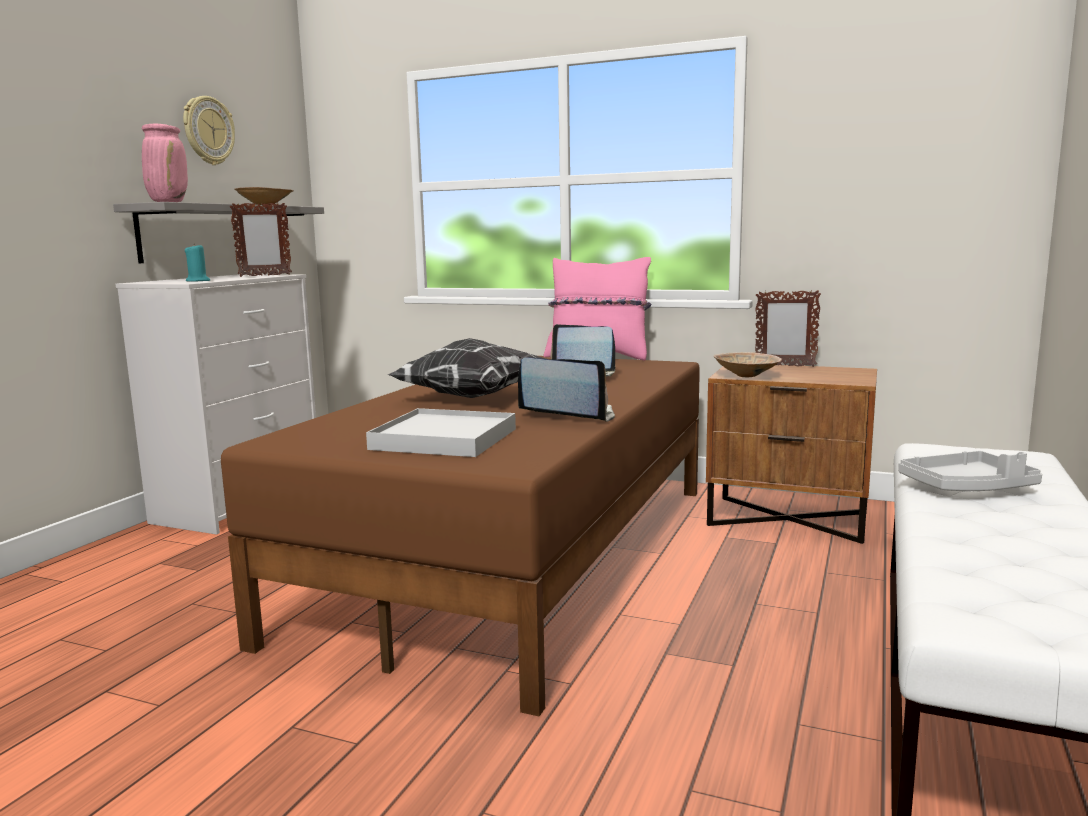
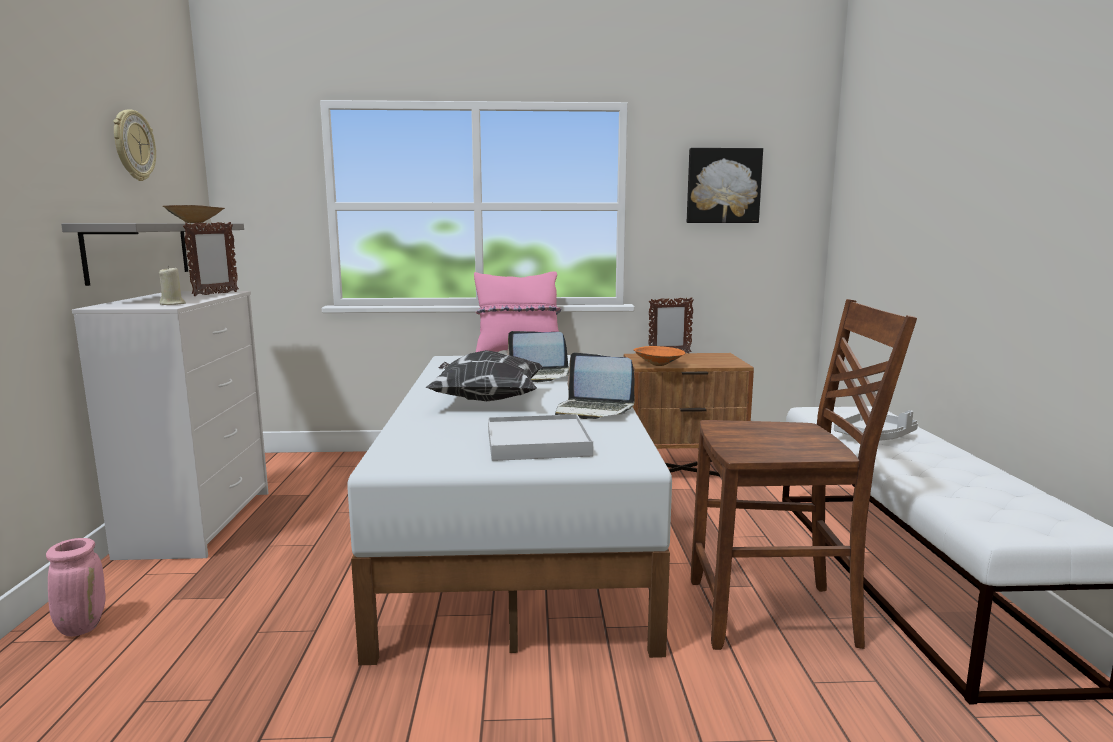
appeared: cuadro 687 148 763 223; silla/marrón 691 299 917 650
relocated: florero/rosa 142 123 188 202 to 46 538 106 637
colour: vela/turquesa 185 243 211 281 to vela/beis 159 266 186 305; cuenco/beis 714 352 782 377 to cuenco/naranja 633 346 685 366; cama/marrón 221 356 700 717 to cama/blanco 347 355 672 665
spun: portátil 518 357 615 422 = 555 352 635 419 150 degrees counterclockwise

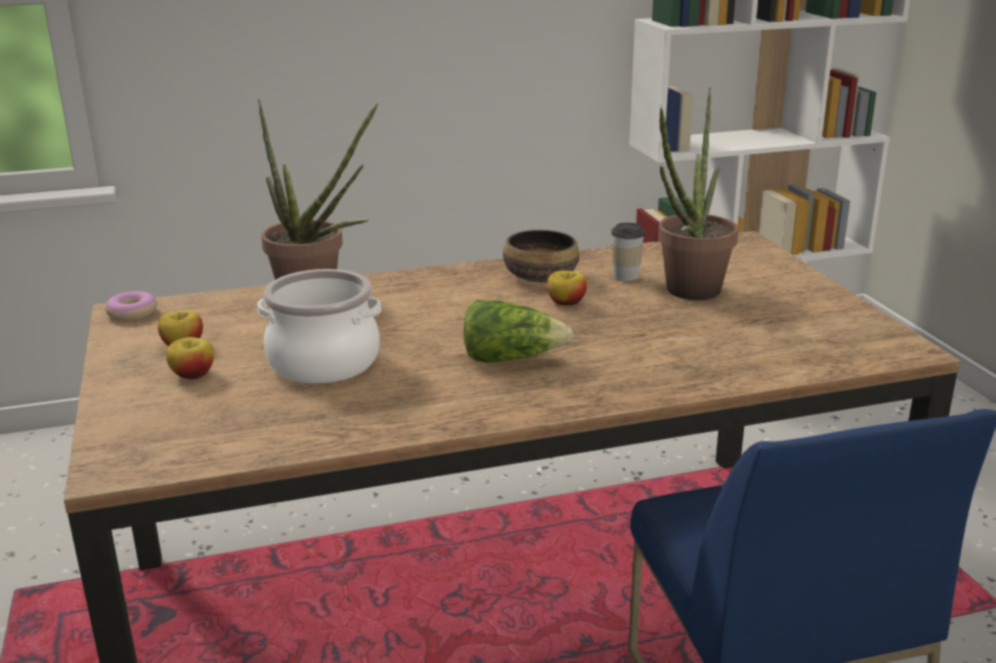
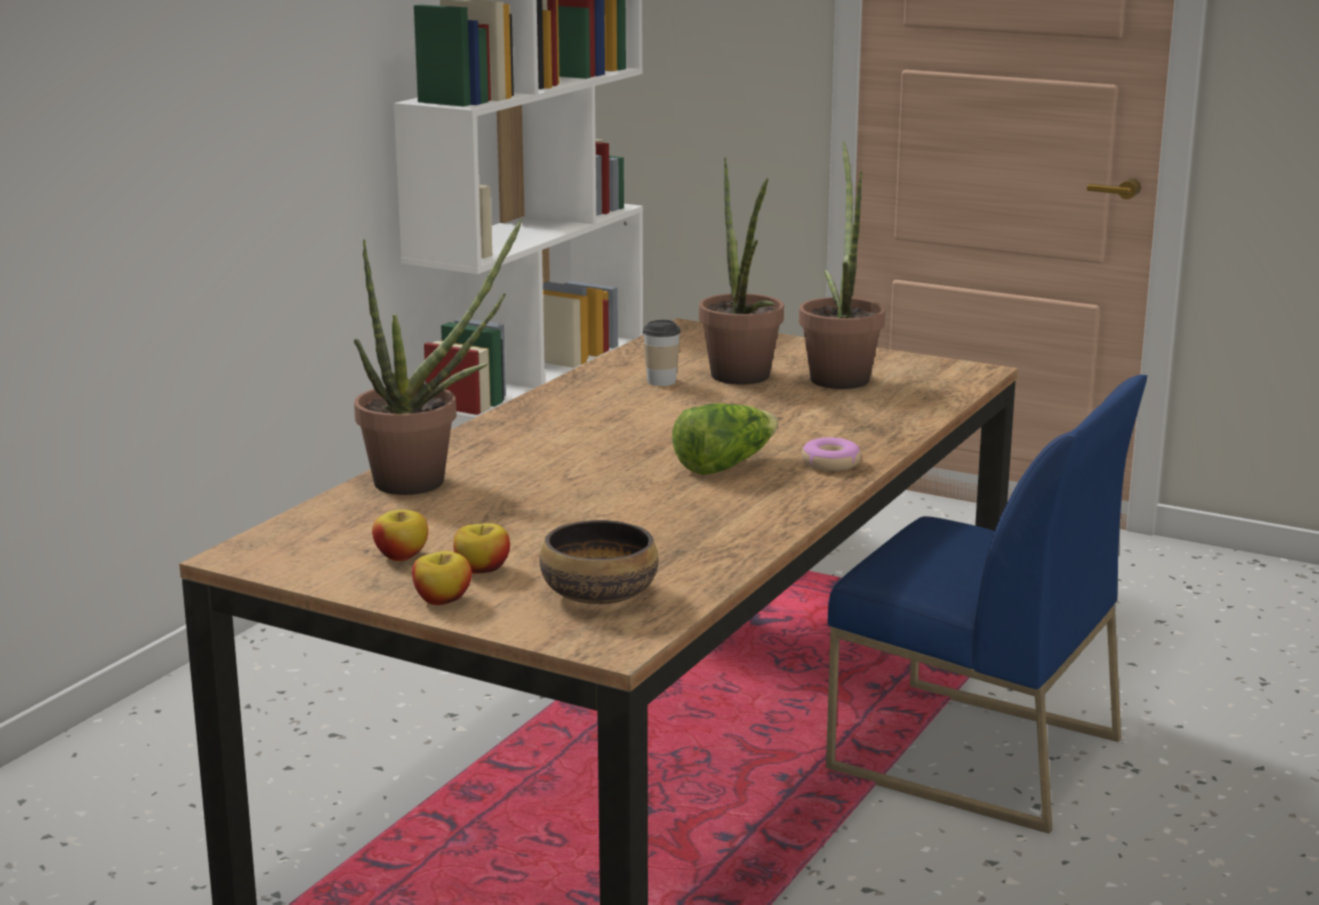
missing: olla 257 269 381 383
appeared: planta en maceta 799 141 885 389
relocated: cuenco 503 230 579 282 to 539 520 658 604; manzana 547 271 587 305 to 412 551 472 605; rosquilla 105 291 158 321 to 801 437 861 471

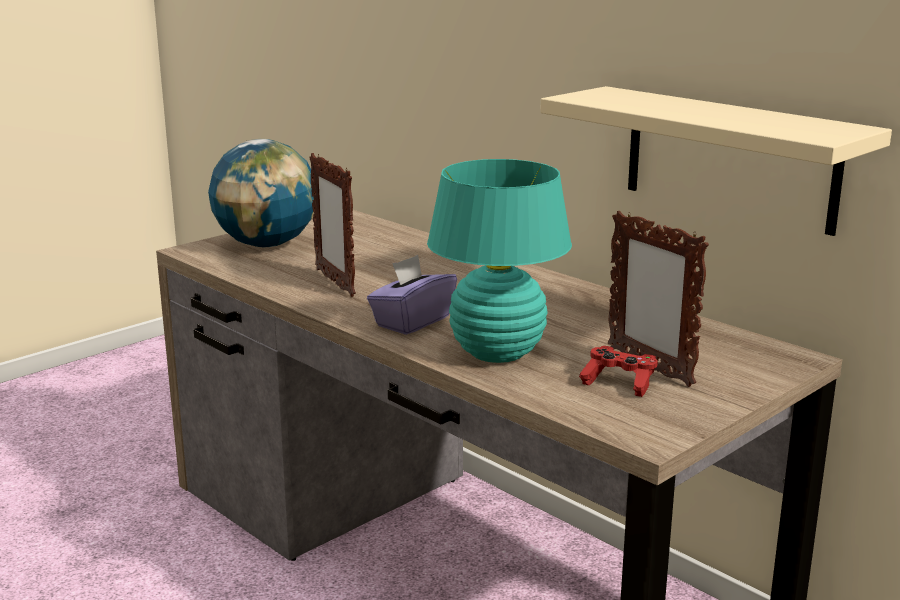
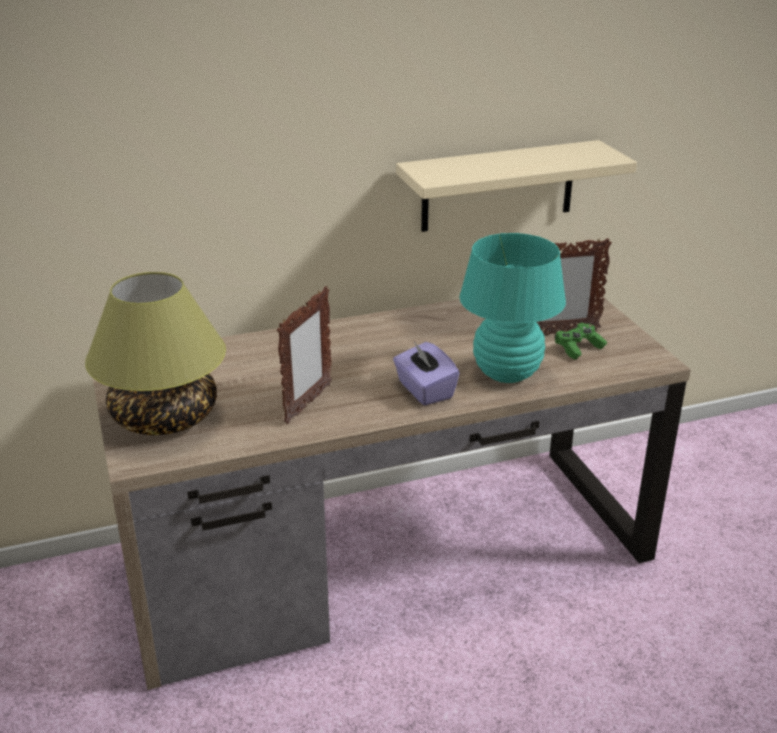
exchanged: globo terráqueo 208 139 314 247 to lámpara de mesa 85 272 226 435
colour: mando de consola/rojo 579 346 658 397 to mando de consola/verde 555 323 607 360
spun: portarretratos 309 153 356 297 = 277 286 332 424 60 degrees counterclockwise

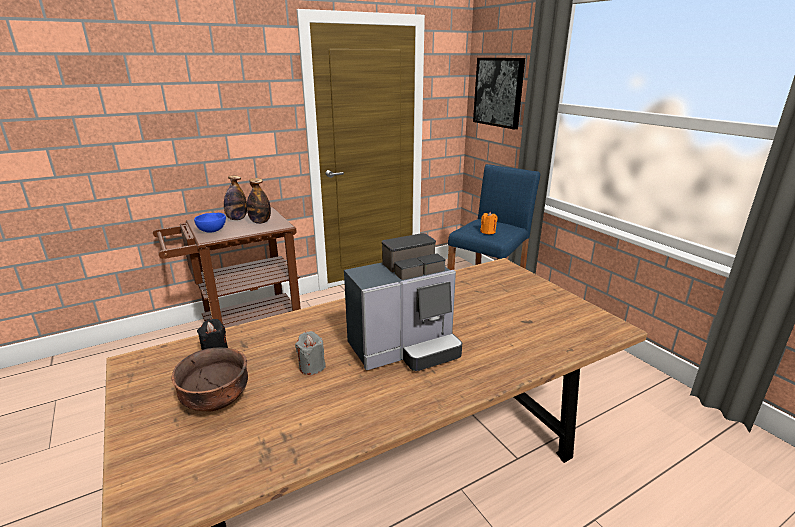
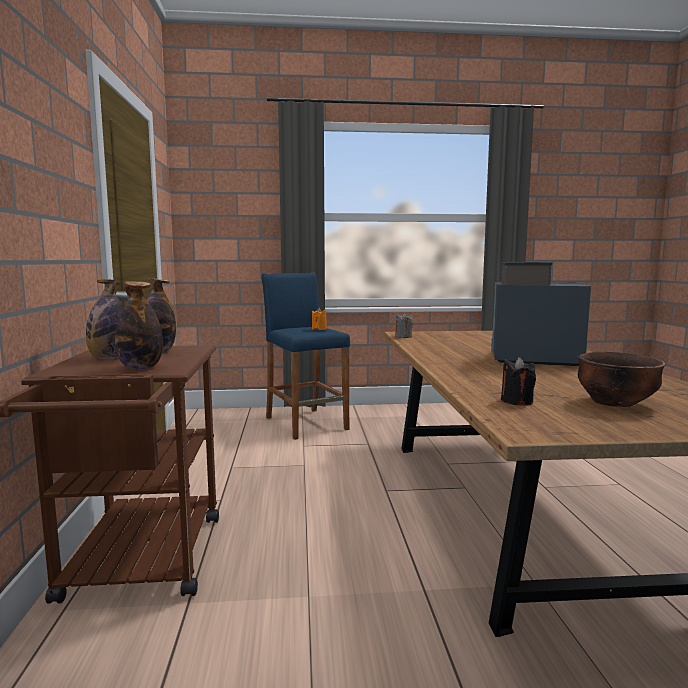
missing: cuadro 473 58 525 129
relocated: vela/gris 295 331 326 375 to 395 312 413 338
exchanged: cuenco/azul 194 213 226 233 to botella 115 281 163 369
spun: cafetera 344 233 462 371 = 491 262 591 366 75 degrees counterclockwise

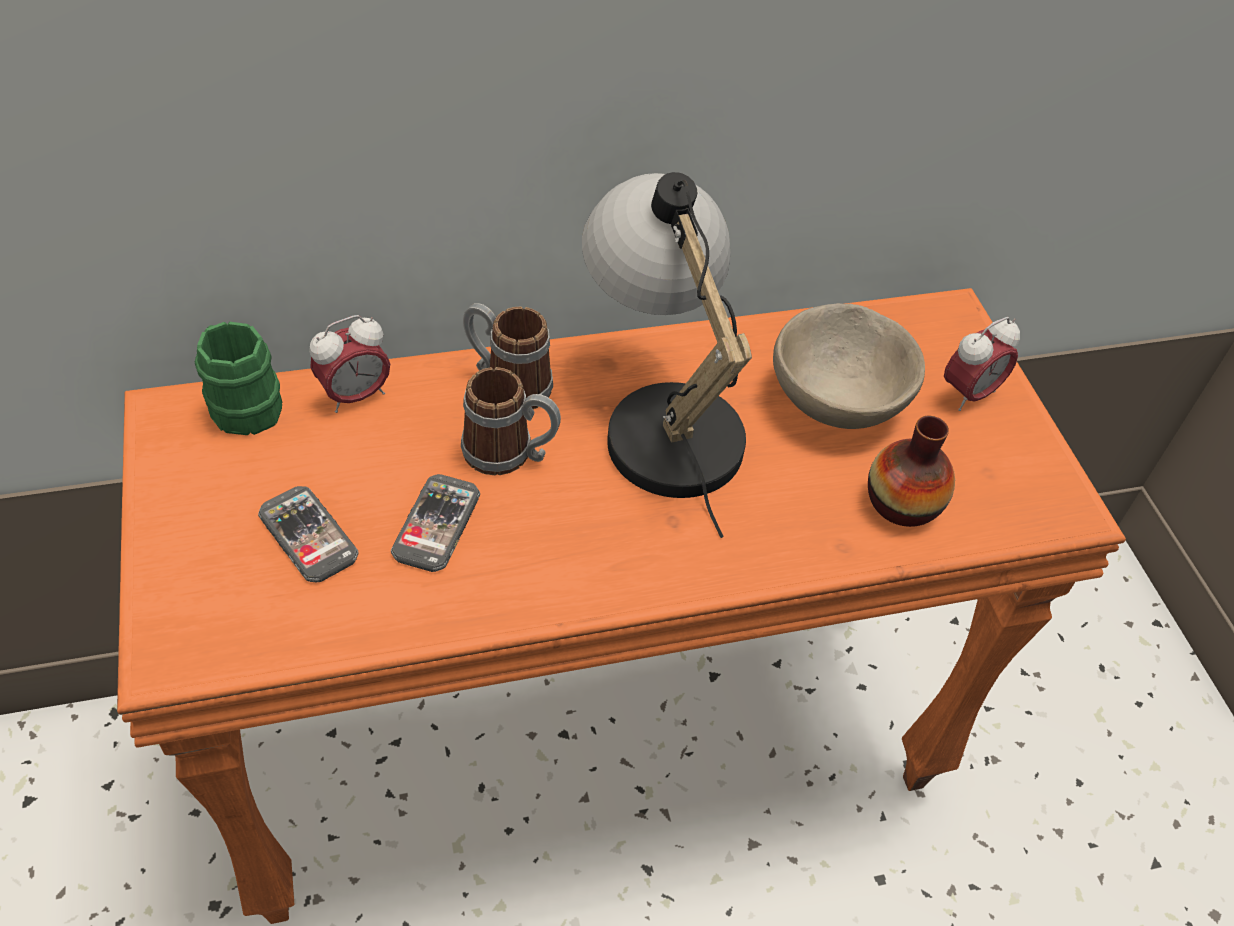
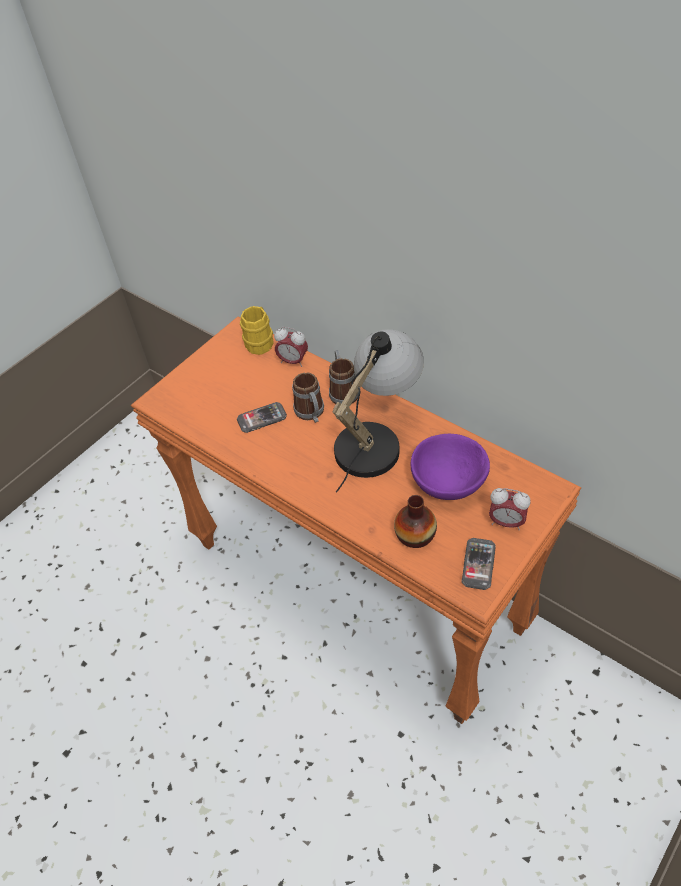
relocated: móvil 258 486 359 582 to 462 538 496 590
colour: cuenco/beis 773 303 925 429 to cuenco/morado 411 434 490 500; taza grande/verde 195 322 282 435 to taza grande/amarillo 240 306 274 355

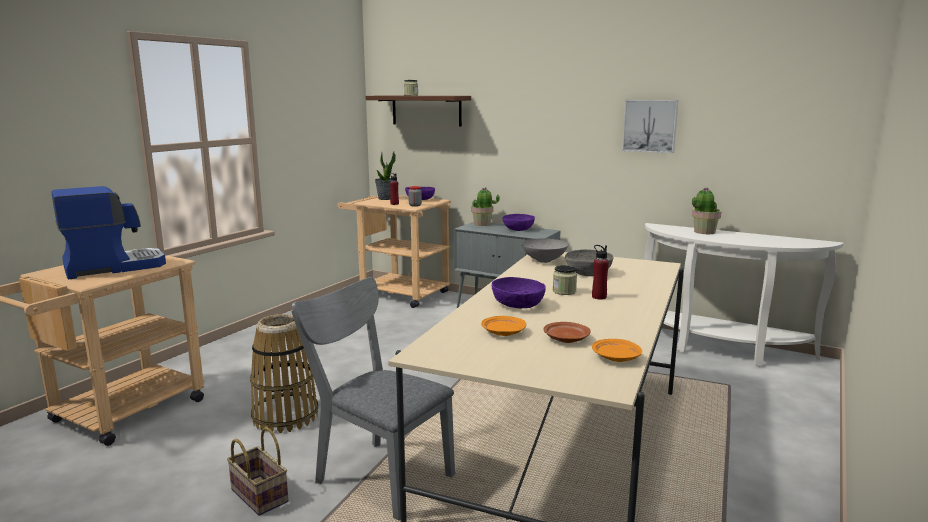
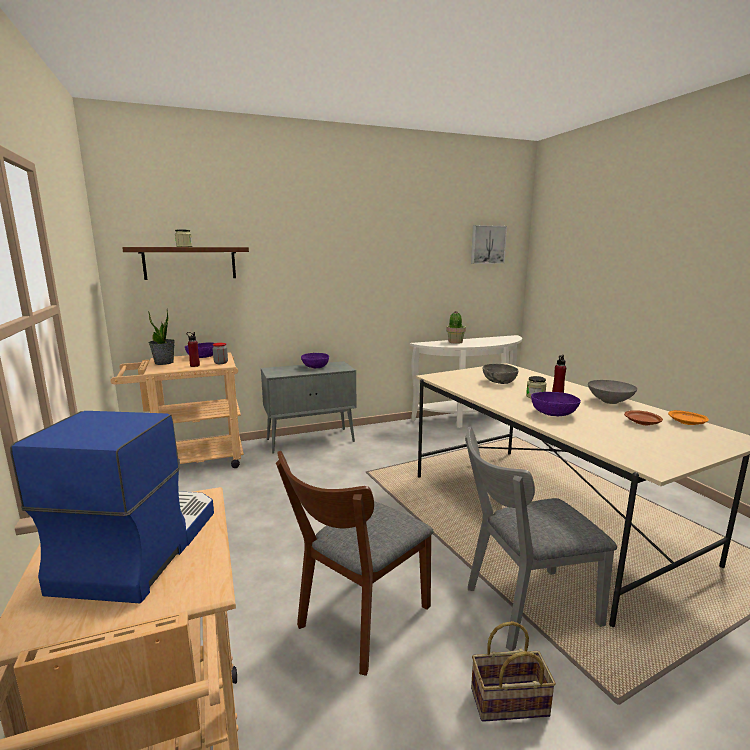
missing: planta en maceta 471 187 500 226; plato/naranja 481 316 526 336
relocated: cuadro 622 100 679 153 to 471 225 507 264; cuenco/gris 521 238 568 263 to 588 380 637 404
exchanged: cesta 250 314 318 433 to silla/marrón 276 451 433 676

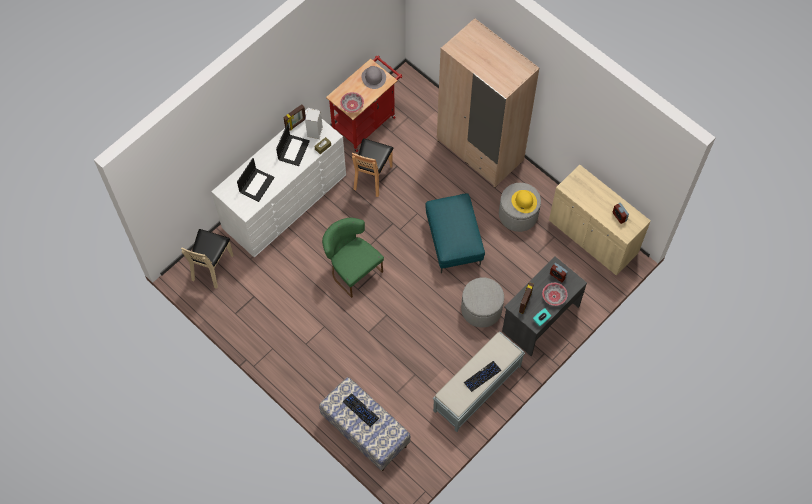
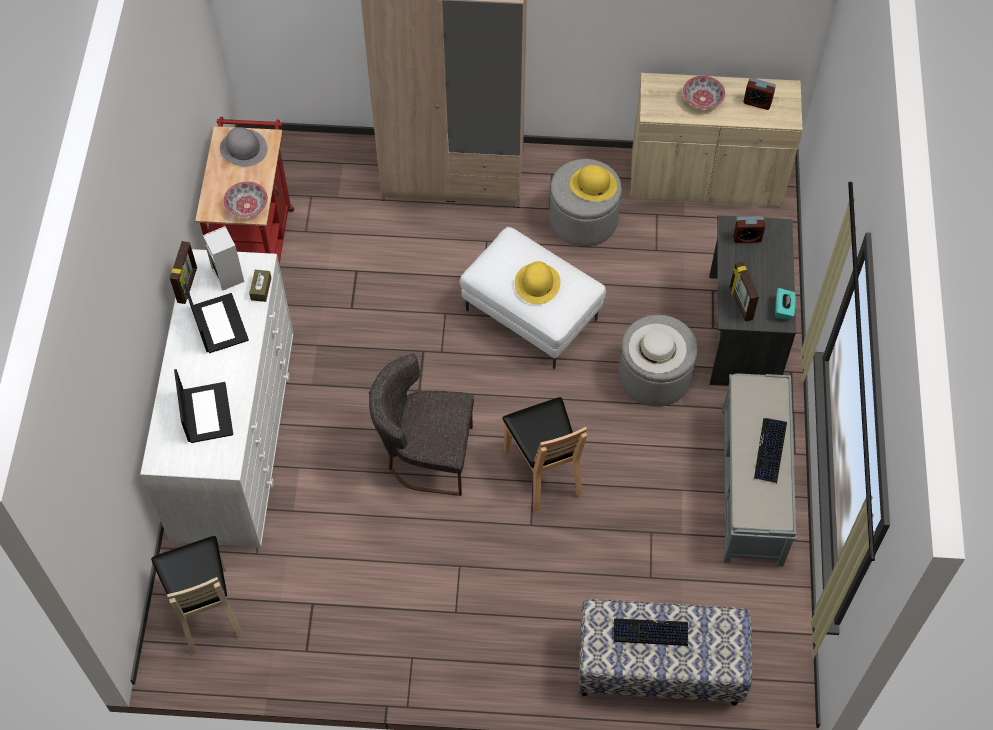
appeared: sombrero/amarillo 515 261 561 304; sombrero/blanco 629 324 686 373
relocated: silla/marrón 352 139 393 197 to 503 397 587 512; cuenco 542 283 568 306 to 683 76 725 109
colour: puf/turquesa 425 193 485 273 to puf/blanco 459 227 606 369; silla/verde 322 218 384 298 to silla/gris 369 354 474 496

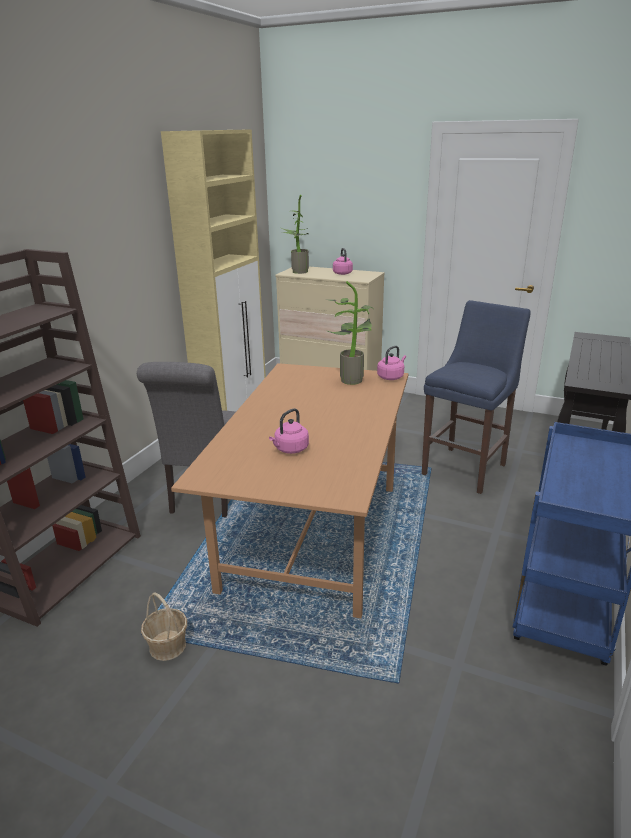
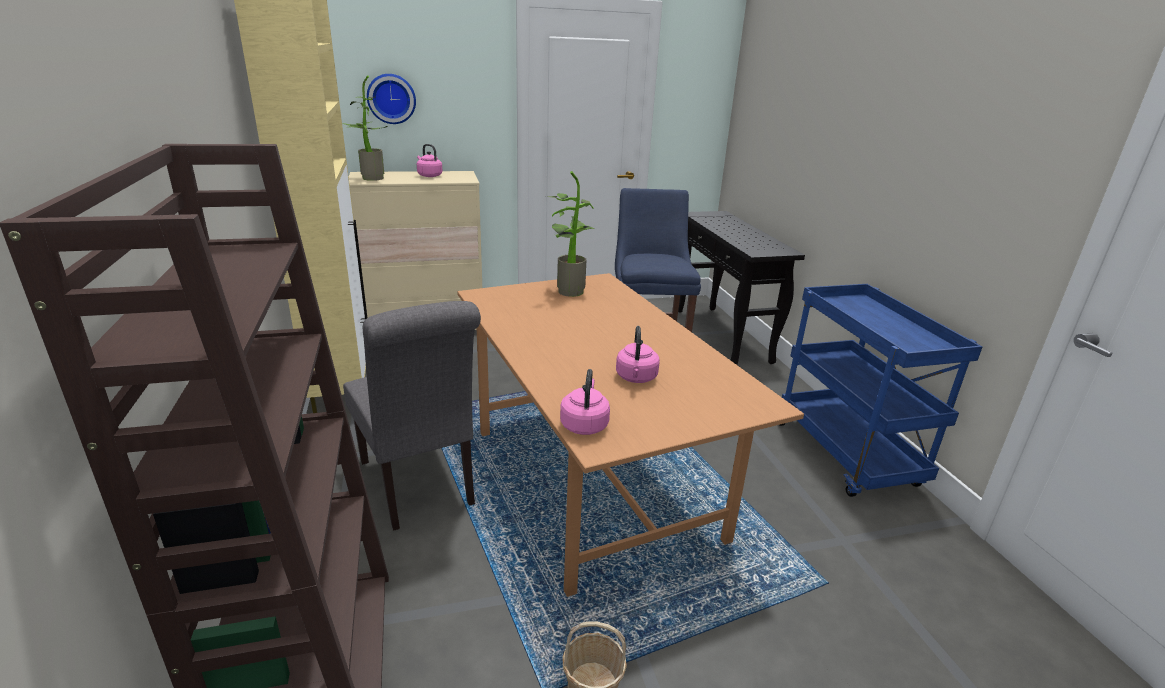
appeared: reloj de pared 367 74 416 124
relocated: hervidor/rosa 377 346 406 380 to 560 369 610 435

